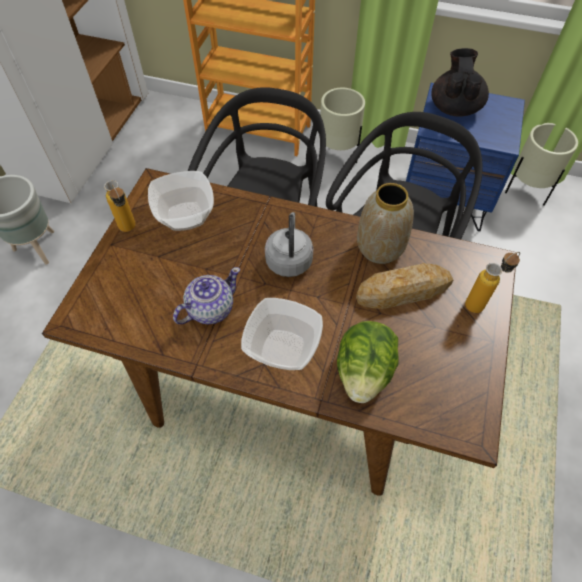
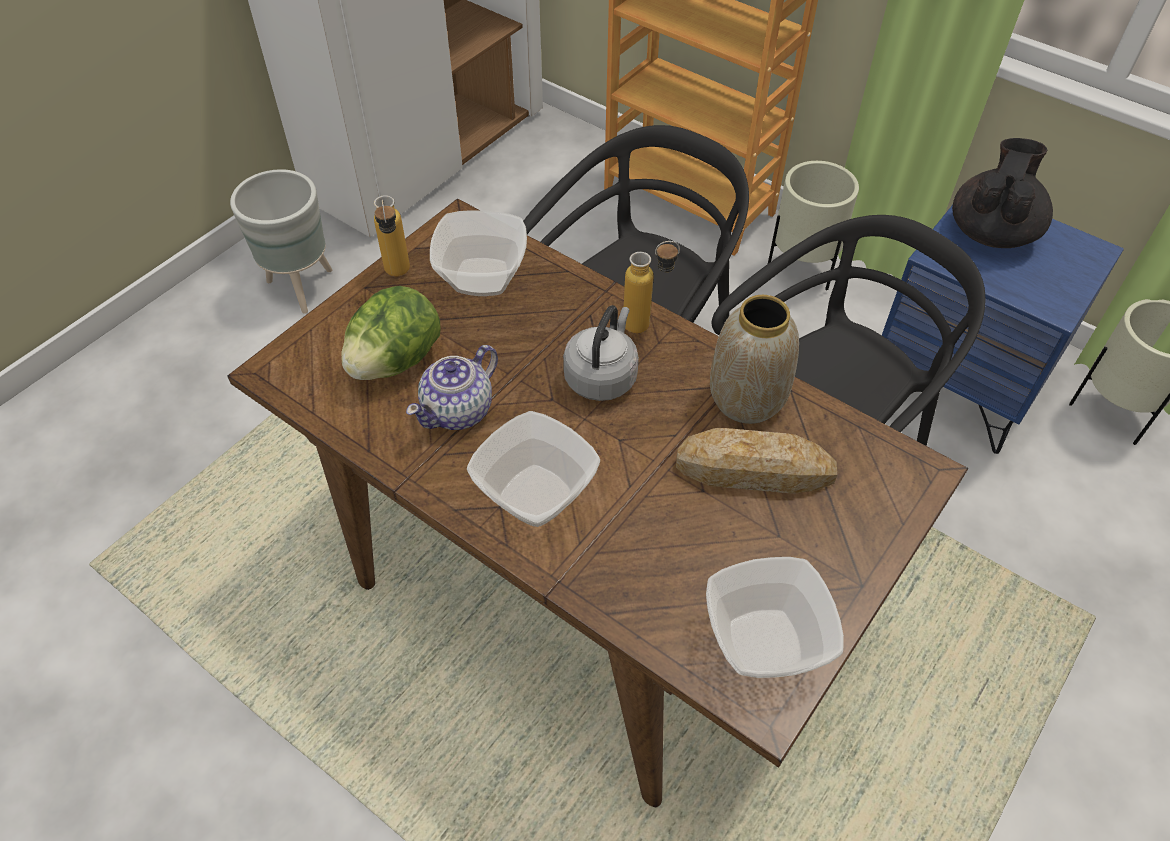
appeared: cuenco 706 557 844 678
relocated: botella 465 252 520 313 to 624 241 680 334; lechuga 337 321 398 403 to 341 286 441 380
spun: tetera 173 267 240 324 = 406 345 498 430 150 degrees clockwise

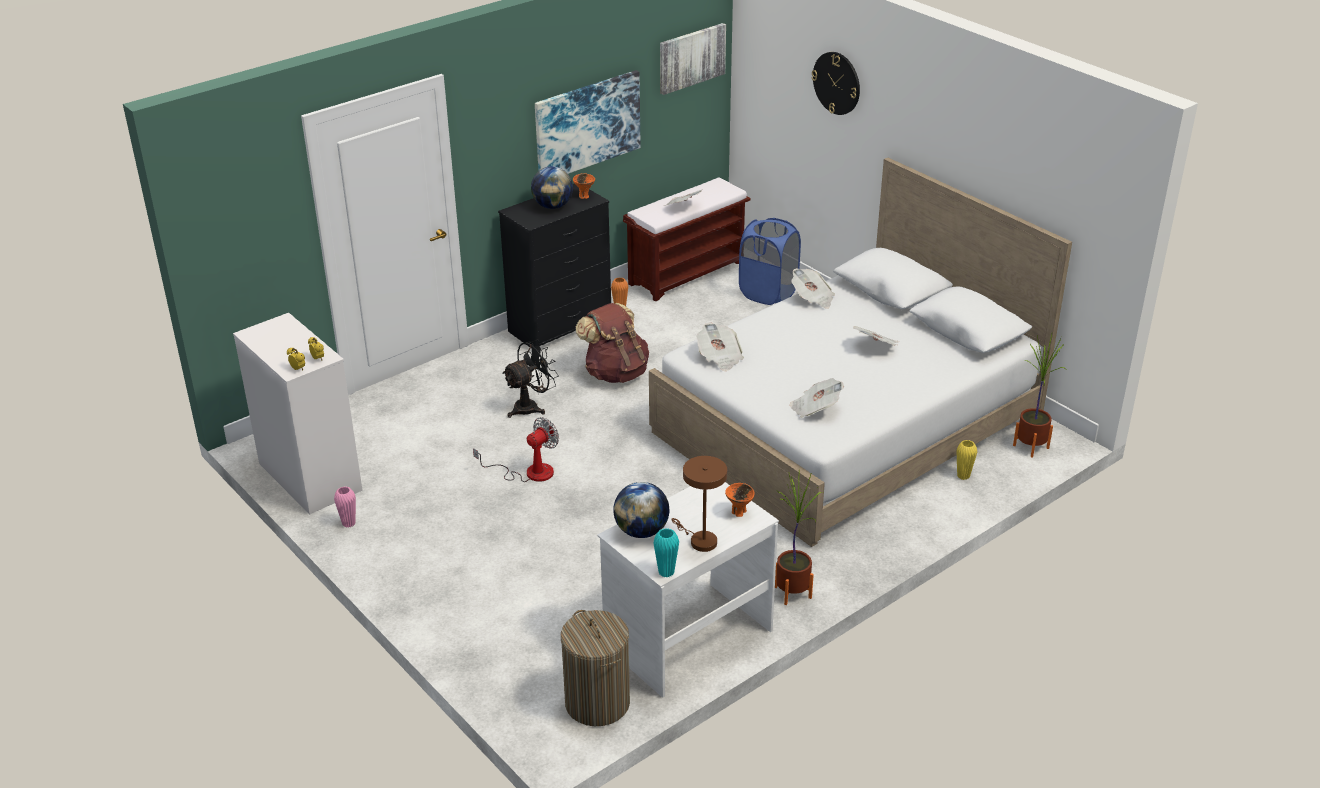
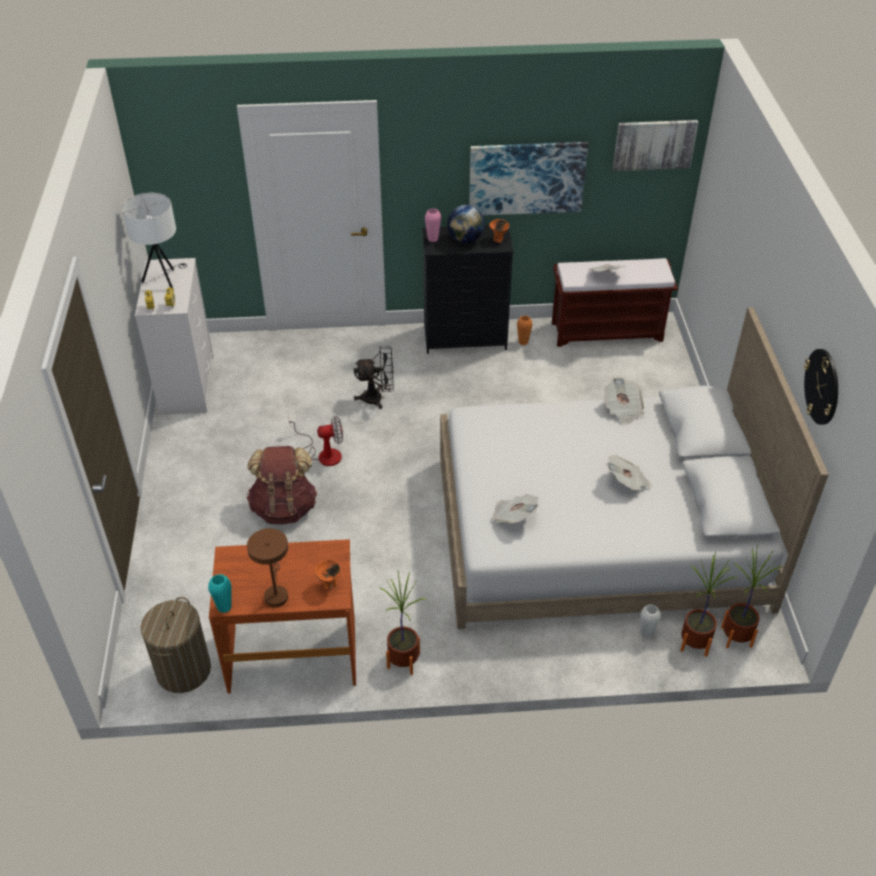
missing: cesto de la ropa/azul 739 218 801 305; periódico 696 323 744 371; globo terráqueo 613 482 670 538
appeared: lámpara de mesa/blanco 122 193 187 288; planta en maceta 680 552 738 656
relocated: reloj de pared 811 52 860 115 to 804 349 838 425; mochila/marrón 576 303 649 383 to 246 446 317 524; florero/rosa 334 486 356 528 to 425 208 441 242
colour: florero/amarillo 957 440 977 480 to florero/blanco 640 604 661 638; escritorio/blanco 597 482 779 698 to escritorio/marrón 209 539 356 694

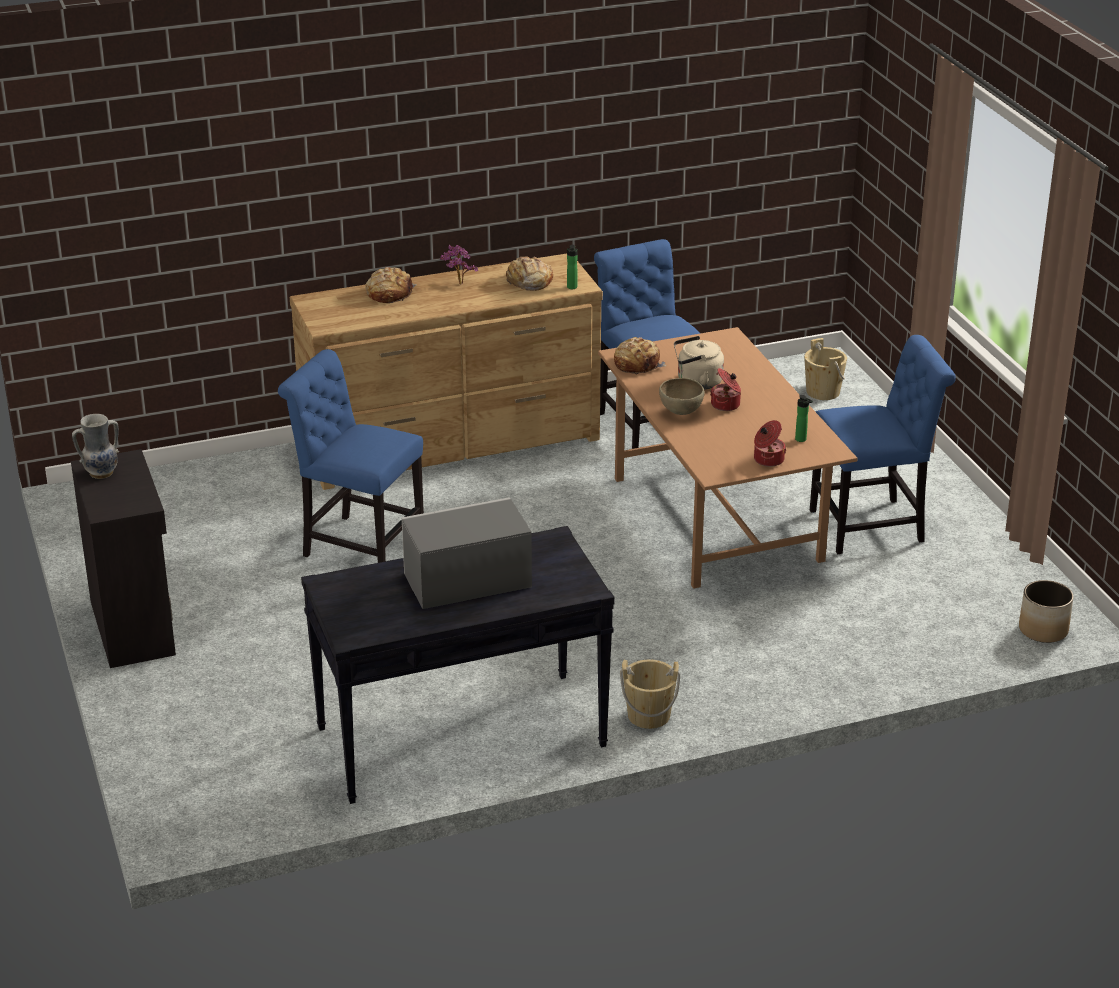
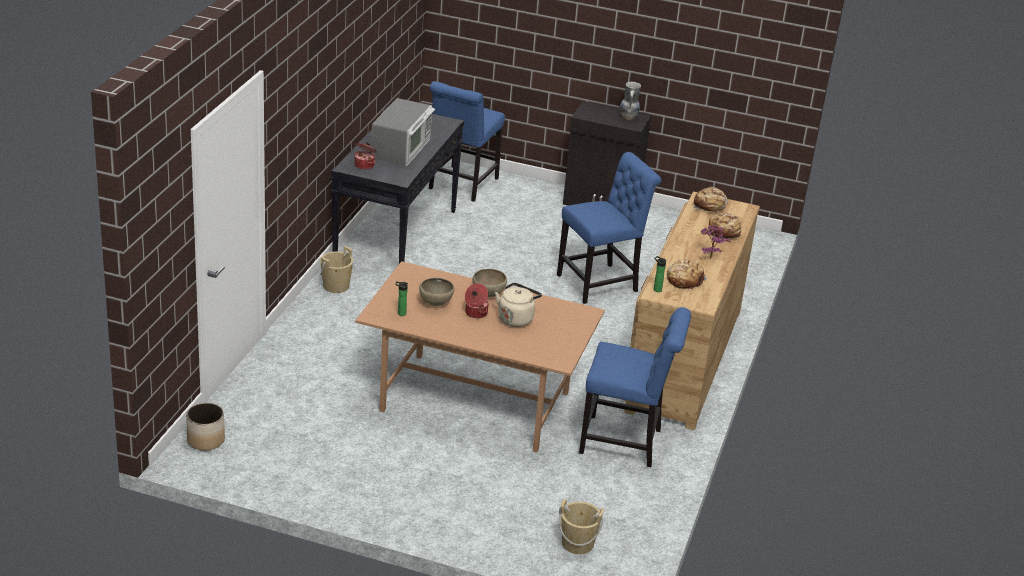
appeared: cuenco/marrón 419 278 455 306
relocated: silla/azul 810 335 956 554 to 429 81 505 201; pan 614 337 667 375 to 693 187 728 213; olla 754 420 786 467 to 355 142 377 170

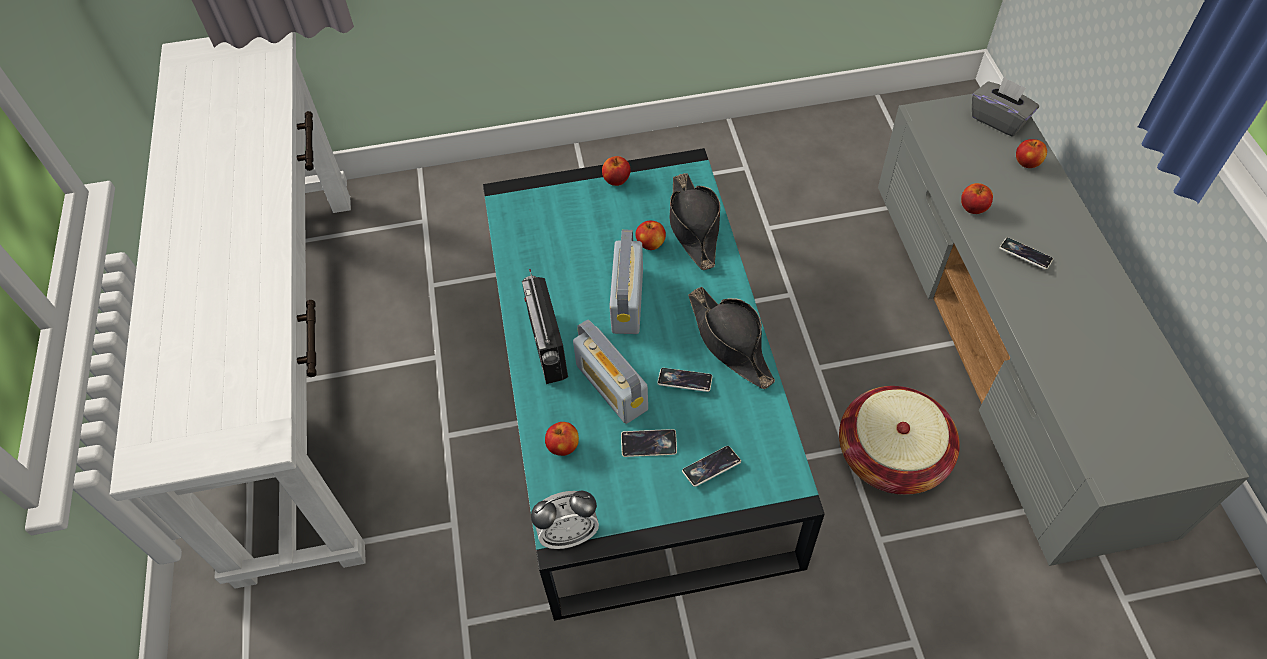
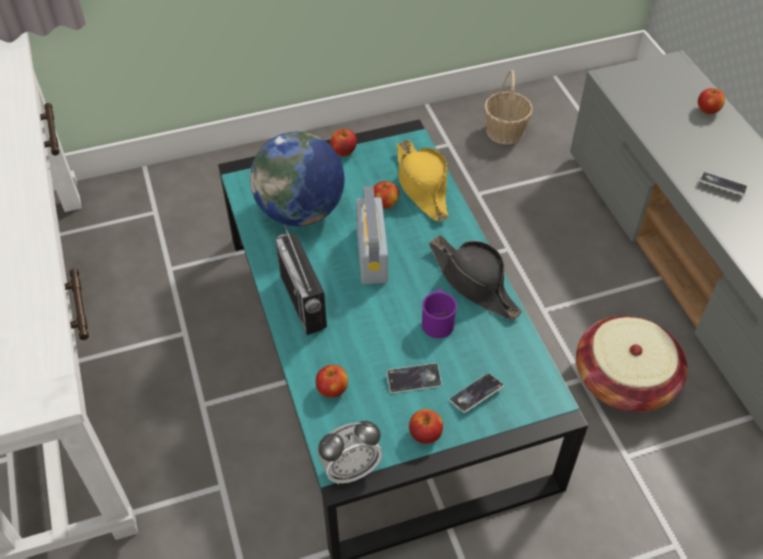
missing: caja de pañuelos/gris 972 77 1039 136; radio 573 320 648 424
appeared: cesta 484 70 533 144; globo terráqueo 250 132 344 226
relocated: manzana 961 183 993 214 to 409 409 443 444
exchanged: móvil 657 368 713 392 to taza grande/morado 422 289 457 338
colour: sombrero/negro 669 173 720 270 to sombrero/amarillo 397 140 448 222

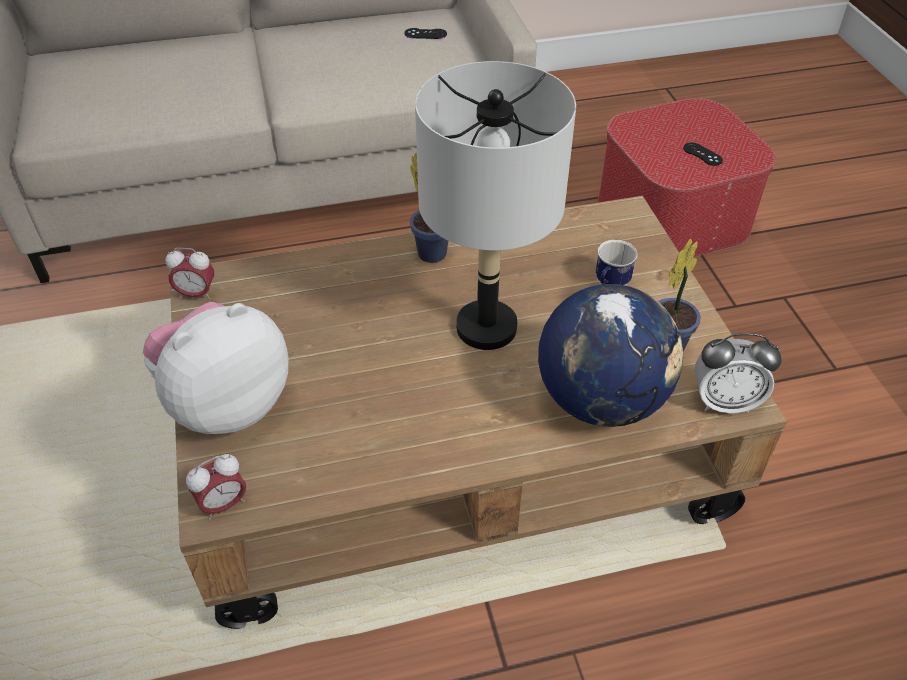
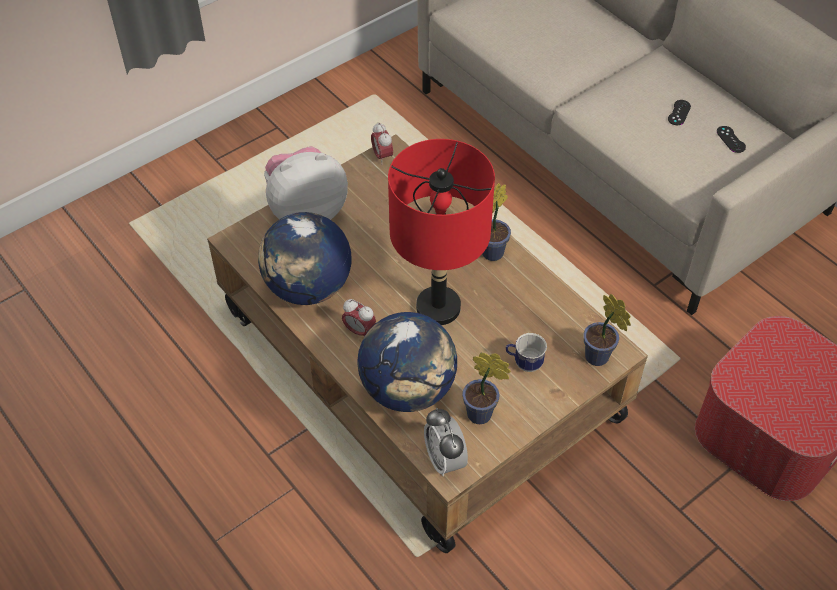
appeared: globo terráqueo 258 212 351 305; planta en maceta 583 294 631 366
relocated: mando de consola/negro 683 143 723 166 to 668 100 691 125; despertador 186 454 246 520 to 342 299 376 336
colour: lámpara de mesa/gris 415 61 576 350 to lámpara de mesa/rojo 388 139 495 325
spun: peluche 143 302 289 434 = 264 146 348 220 45 degrees counterclockwise

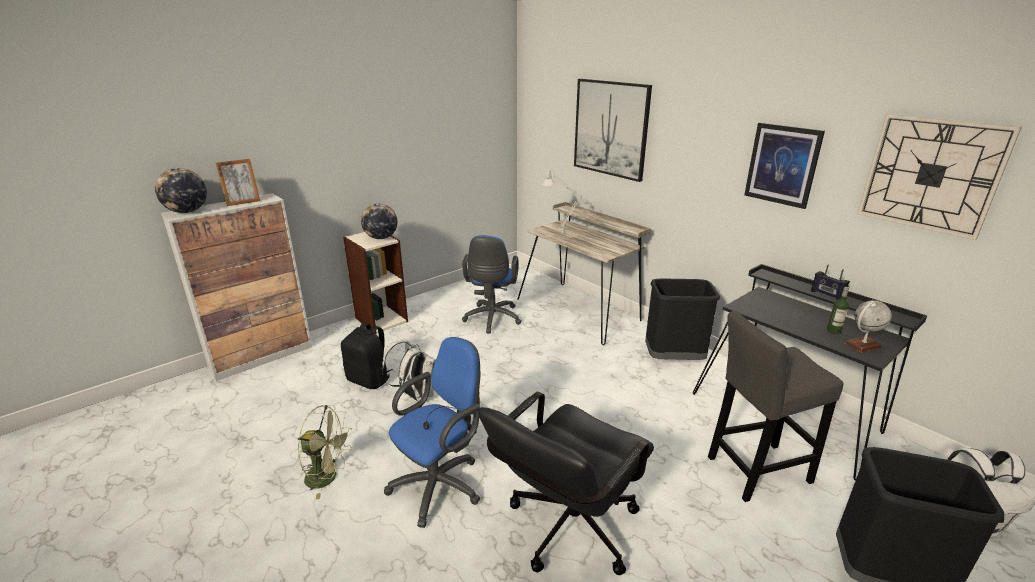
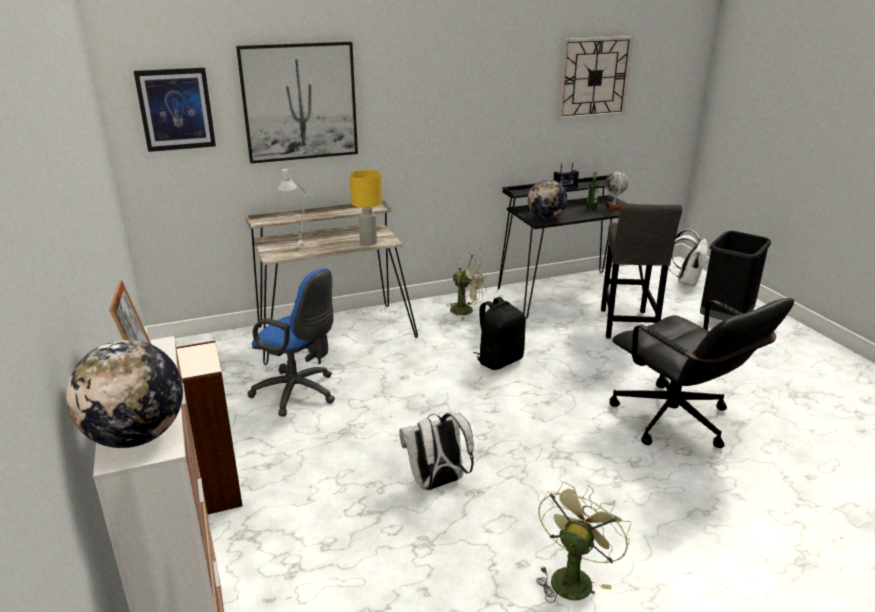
missing: silla de oficina/azul 384 337 480 528
appeared: lámpara de mesa/amarillo 350 170 382 246
relocated: cuadro 744 123 825 209 to 134 68 216 152; globo terráqueo 361 204 397 239 to 528 179 567 219; mochila/negro 341 322 393 389 to 474 297 526 370
exchanged: papelera/negro 645 279 720 360 to ventilador/verde 446 253 487 320

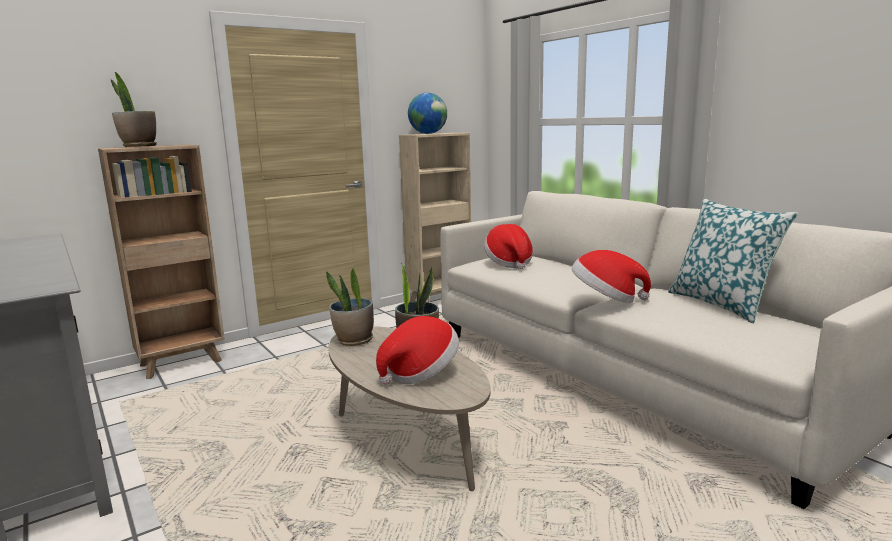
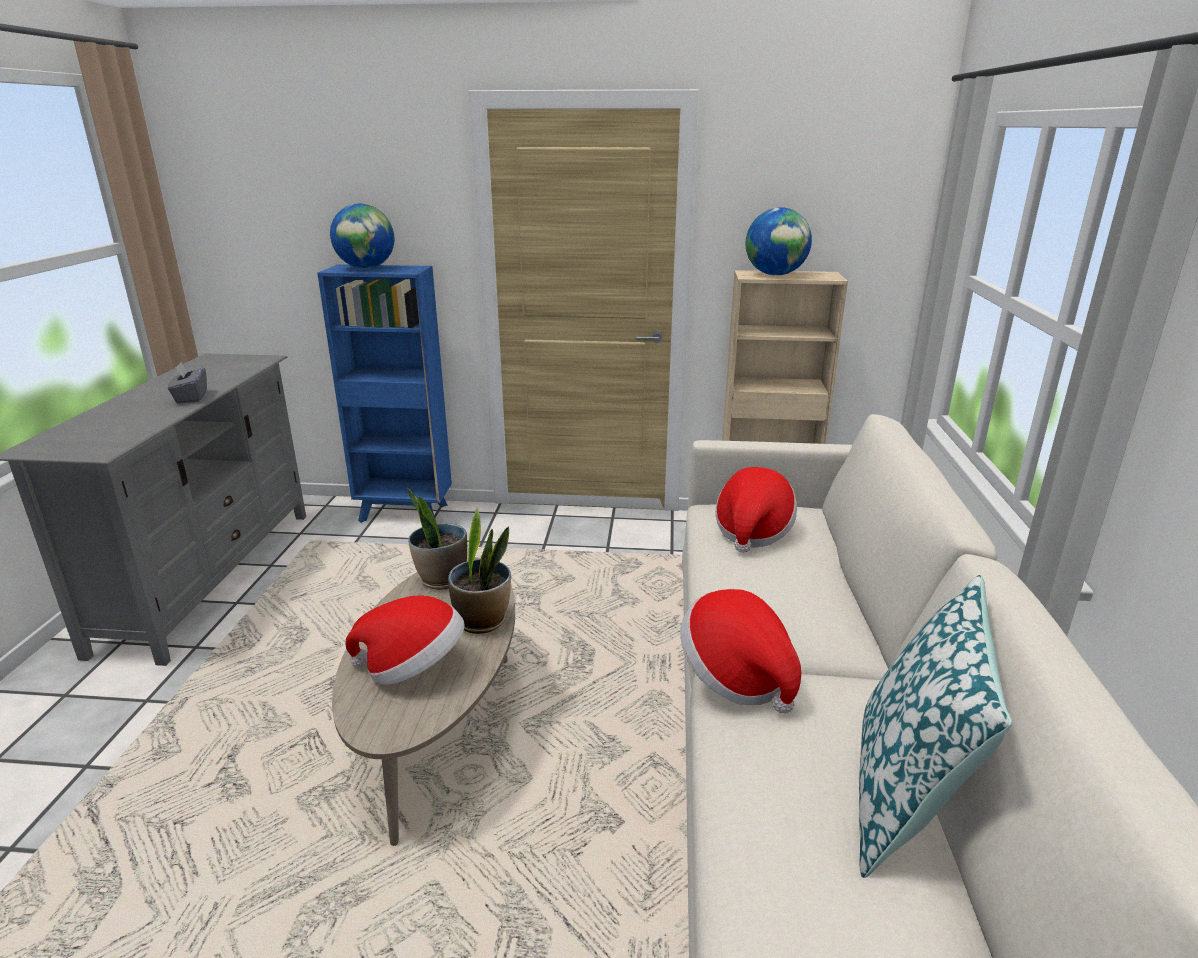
appeared: caja de pañuelos/gris 168 362 207 403
exchanged: planta en maceta 111 72 157 147 to globo terráqueo 330 204 394 269
colour: estantería/marrón 98 145 225 379 to estantería/azul 317 264 452 523

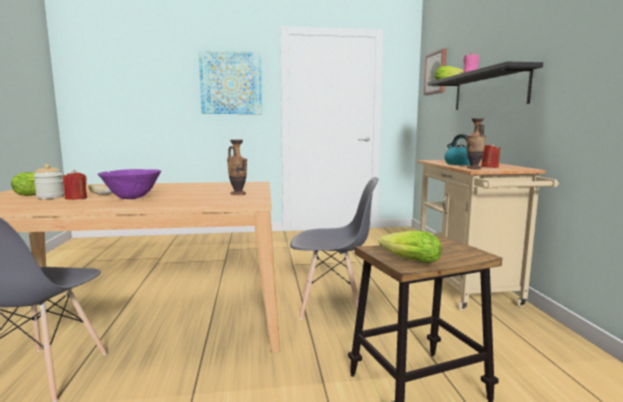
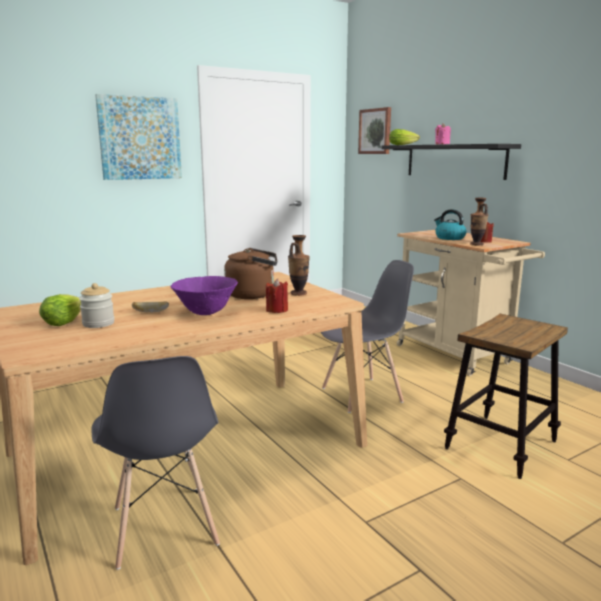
missing: lechuga 379 230 442 263
appeared: hervidor/marrón 224 248 277 299
relocated: vela/rojo 63 170 87 200 to 266 279 288 313

